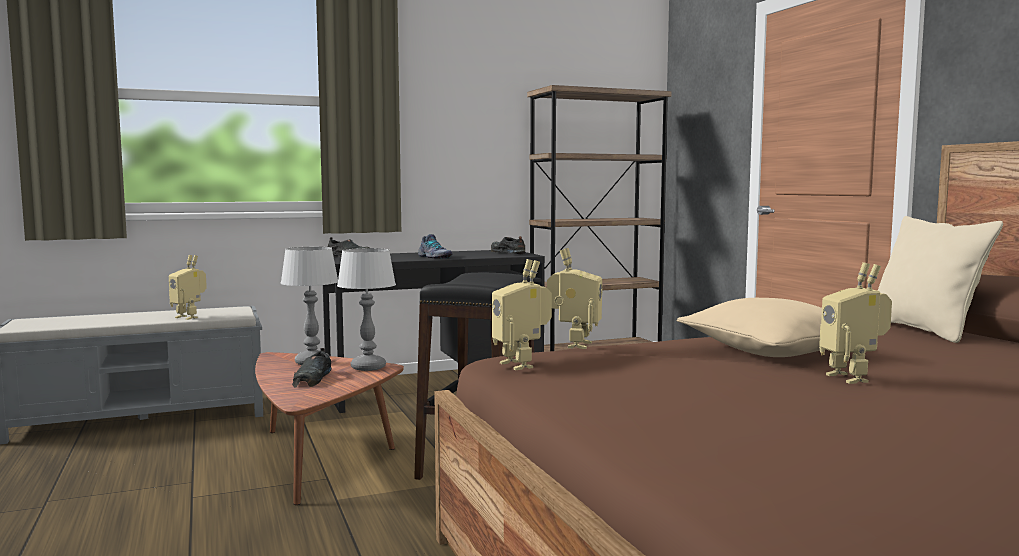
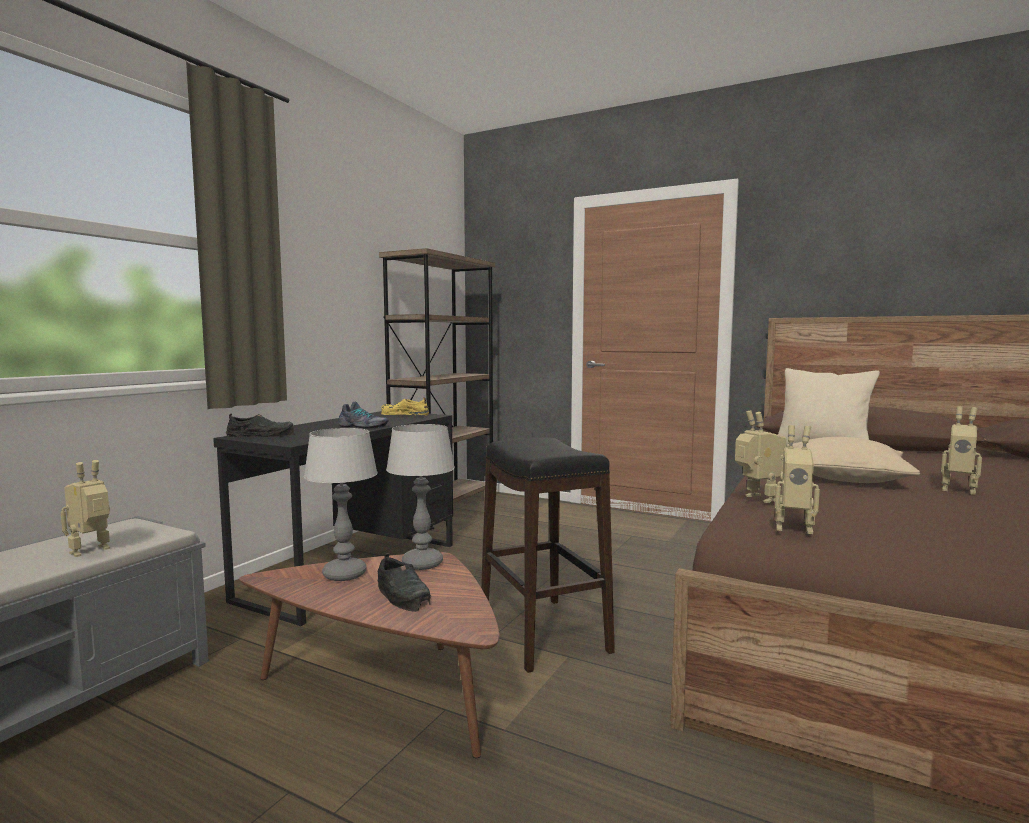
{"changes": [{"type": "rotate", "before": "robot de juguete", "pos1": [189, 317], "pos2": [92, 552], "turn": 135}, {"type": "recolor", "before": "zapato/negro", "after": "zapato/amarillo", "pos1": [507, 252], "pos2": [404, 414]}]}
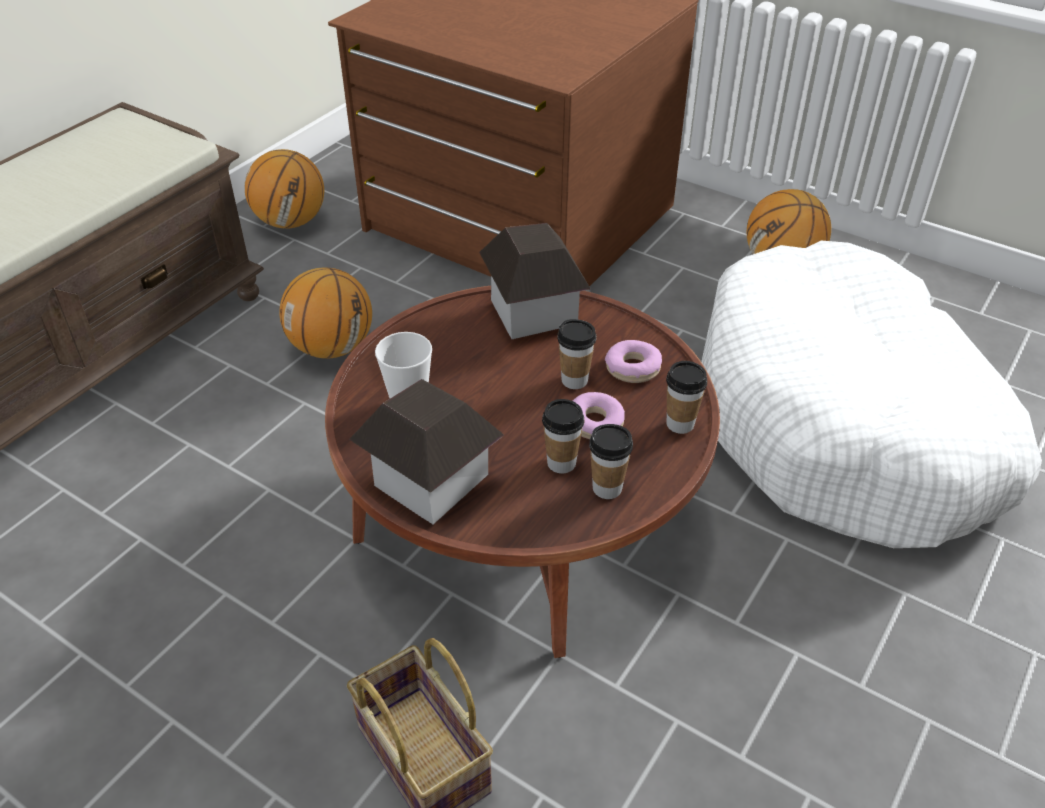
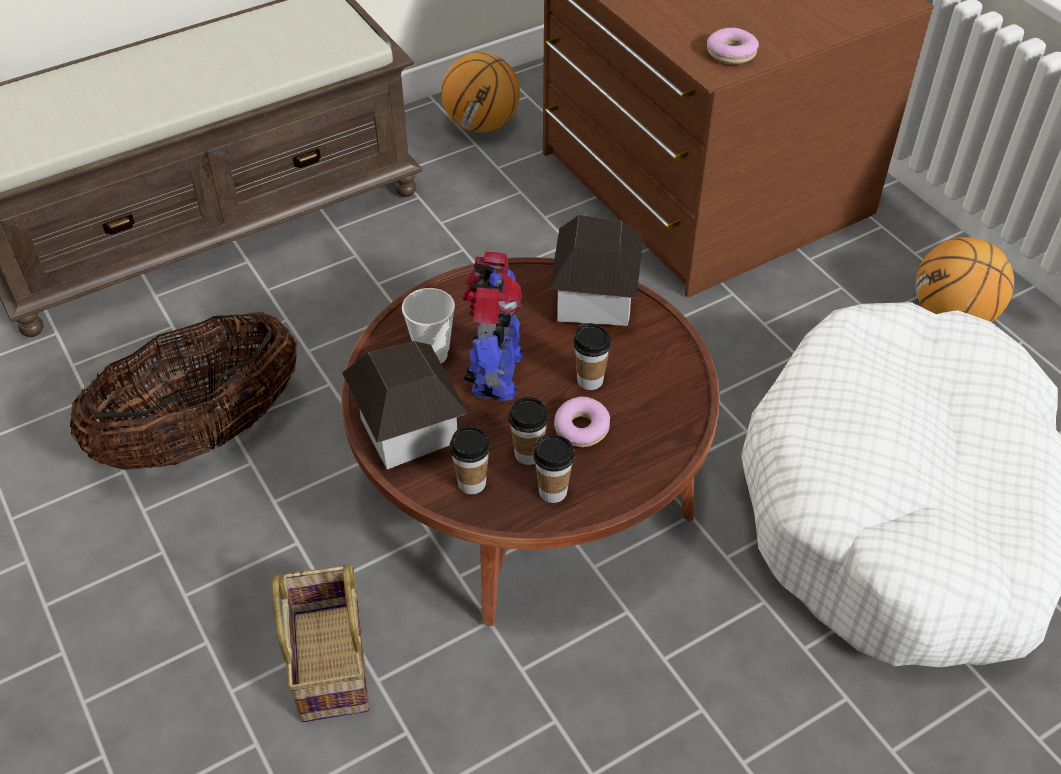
{"changes": [{"type": "delete", "before": "balón de baloncesto", "pos1": [332, 347]}, {"type": "move", "before": "rosquilla", "pos1": [632, 368], "pos2": [731, 53]}, {"type": "move", "before": "taza", "pos1": [680, 424], "pos2": [472, 483]}, {"type": "insert", "after": "cesta", "pos2": [203, 435]}, {"type": "insert", "after": "robot de juguete", "pos2": [494, 374]}]}
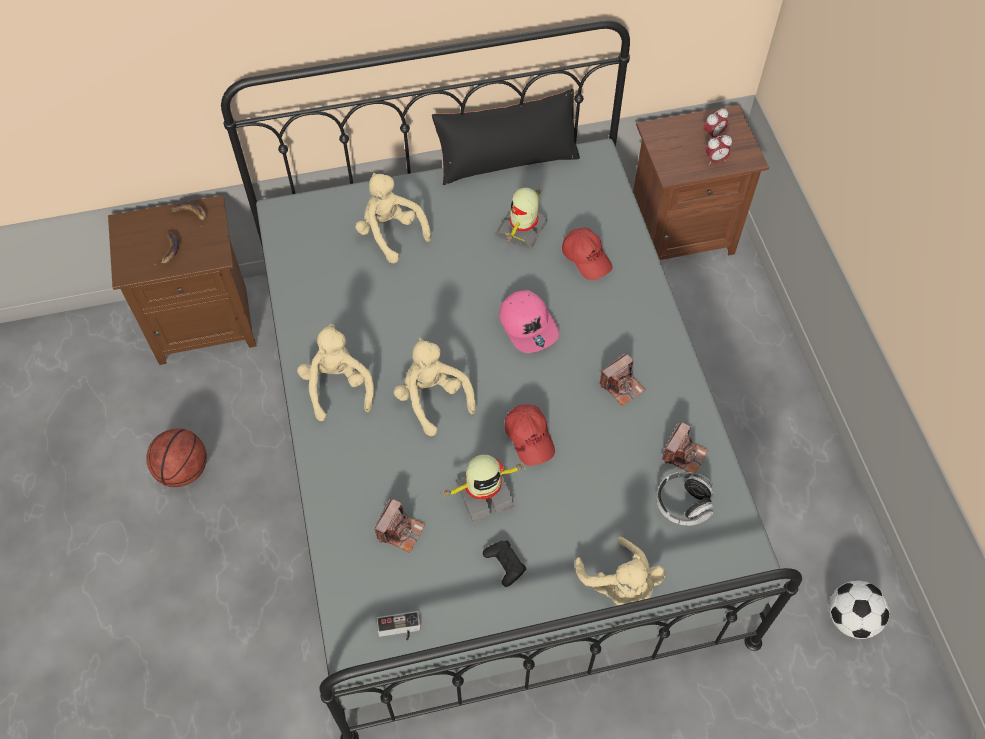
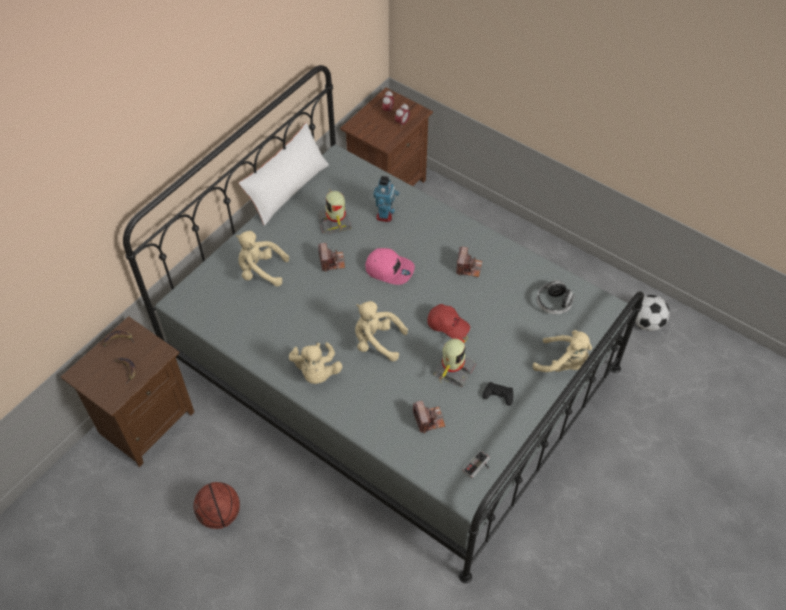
{"changes": [{"type": "rotate", "before": "peluche/beis", "pos1": [338, 386], "pos2": [316, 372], "turn": -135}, {"type": "recolor", "before": "cojín/negro", "after": "cojín/blanco", "pos1": [507, 159], "pos2": [287, 189]}, {"type": "replace", "before": "gorra/rojo", "after": "robot de juguete", "pos1": [587, 258], "pos2": [385, 215]}, {"type": "move", "before": "cámara", "pos1": [684, 454], "pos2": [331, 261]}]}
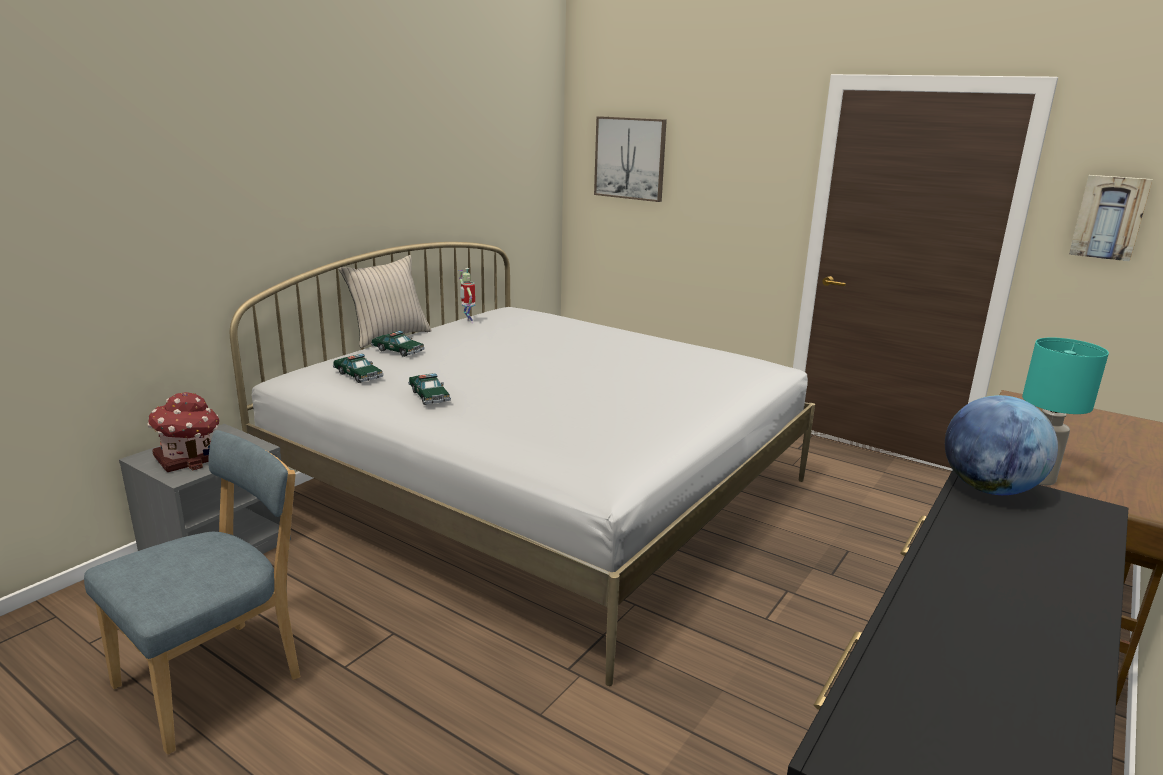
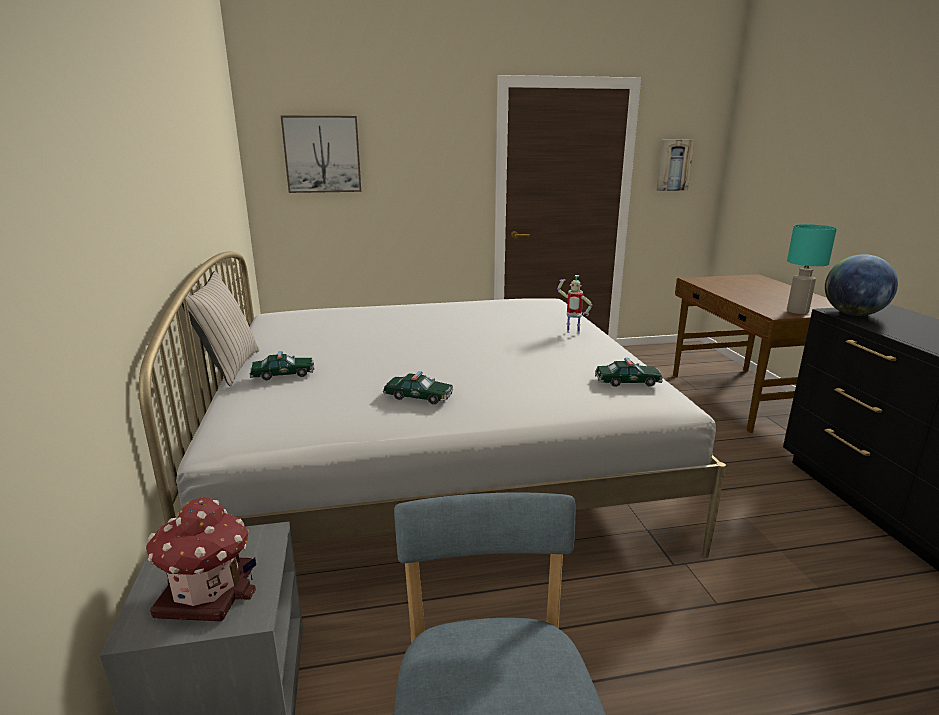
{"changes": [{"type": "move", "before": "coche de juguete", "pos1": [358, 375], "pos2": [627, 382]}, {"type": "move", "before": "robot de juguete", "pos1": [468, 321], "pos2": [572, 333]}]}
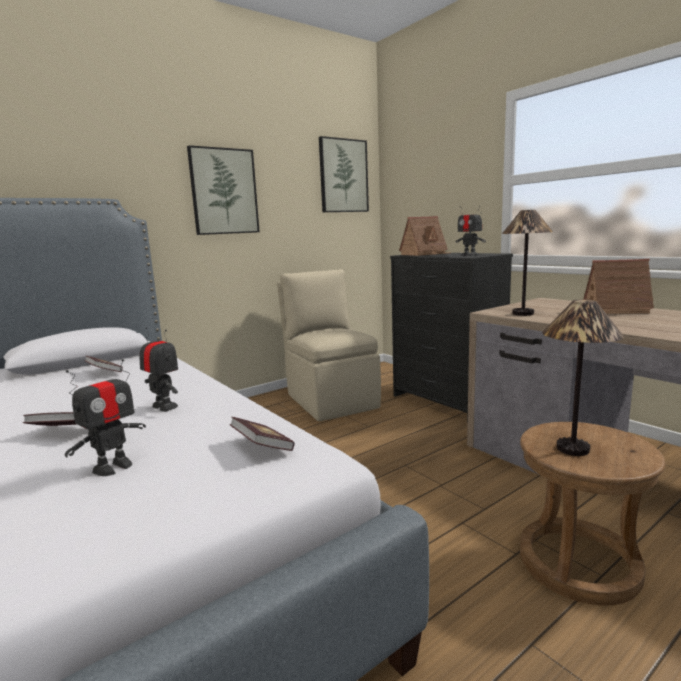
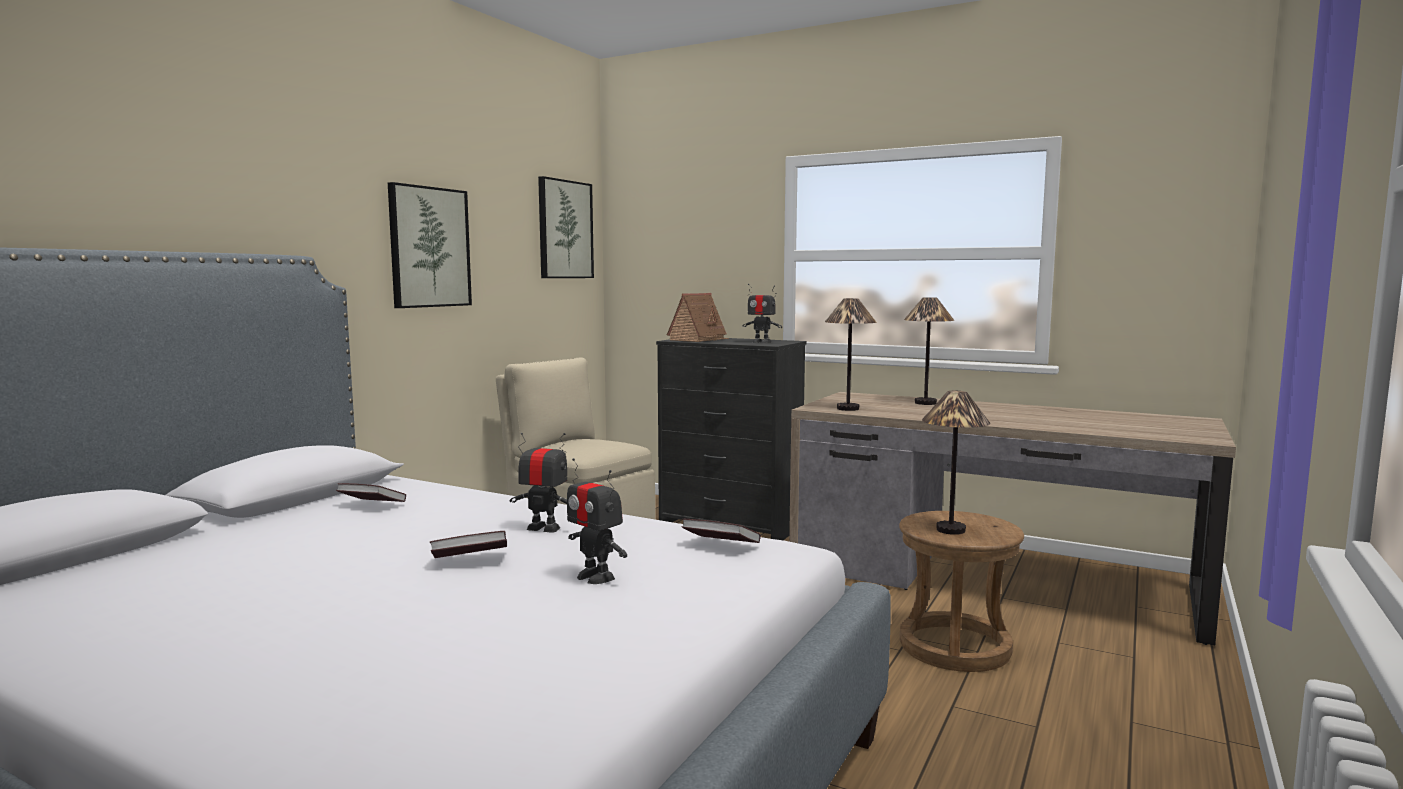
{"changes": [{"type": "rotate", "before": "robot de juguete", "pos1": [113, 467], "pos2": [595, 577], "turn": 120}, {"type": "replace", "before": "casita", "after": "lámpara de mesa", "pos1": [611, 310], "pos2": [926, 403]}]}
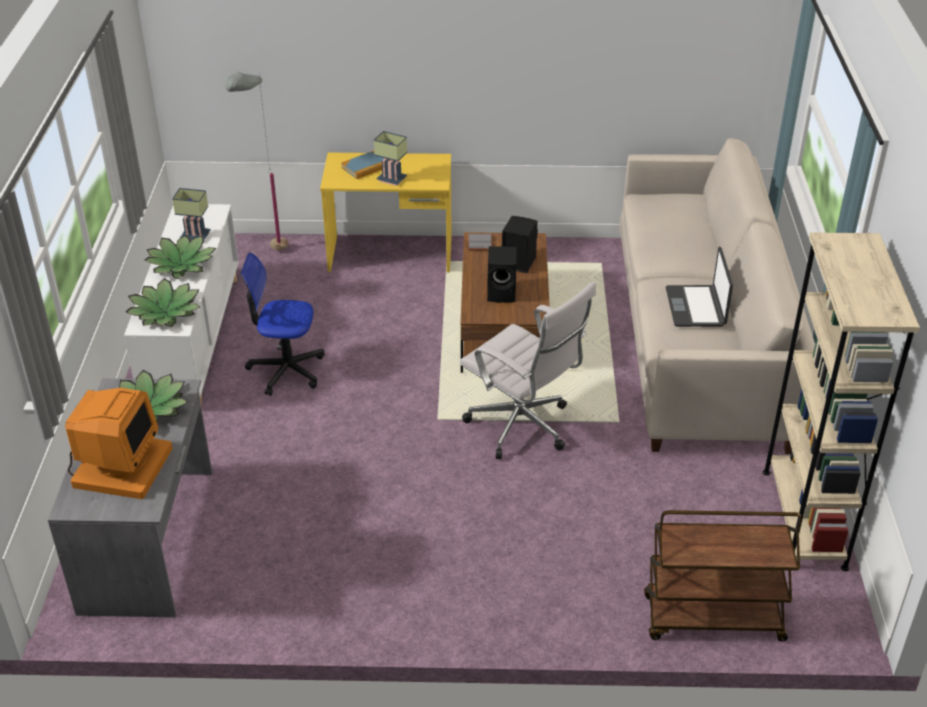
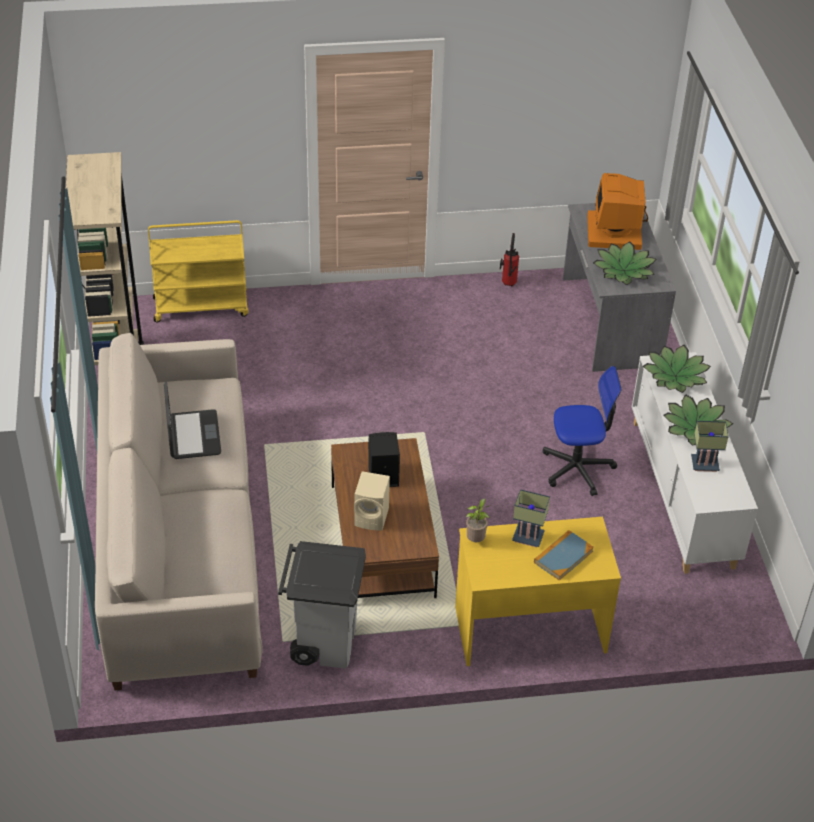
{"changes": [{"type": "delete", "before": "lámpara de pie/gris", "pos1": [269, 256]}, {"type": "delete", "before": "silla de oficina/blanco", "pos1": [523, 428]}, {"type": "delete", "before": "libro/gris", "pos1": [481, 243]}, {"type": "recolor", "before": "altavoz/negro", "after": "altavoz/beis", "pos1": [517, 262], "pos2": [373, 517]}, {"type": "recolor", "before": "carrito/marrón", "after": "carrito/amarillo", "pos1": [712, 619], "pos2": [201, 306]}, {"type": "insert", "after": "papelera/gris", "pos2": [324, 641]}, {"type": "insert", "after": "planta en maceta", "pos2": [476, 540]}, {"type": "insert", "after": "extintor", "pos2": [507, 284]}]}
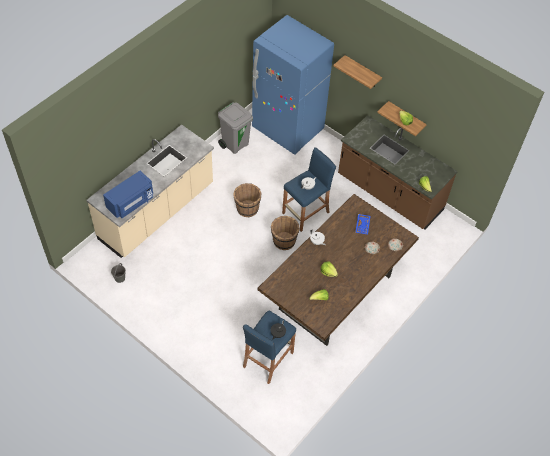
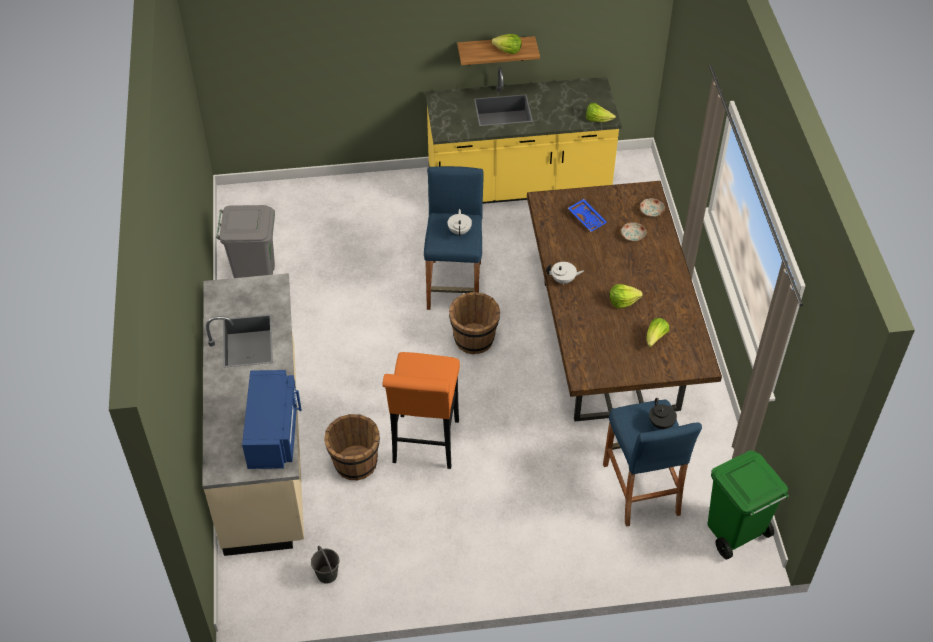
{"changes": [{"type": "move", "before": "cubo/marrón", "pos1": [247, 208], "pos2": [355, 463]}, {"type": "delete", "before": "nevera/azul", "pos1": [288, 129]}, {"type": "delete", "before": "estante", "pos1": [362, 72]}, {"type": "recolor", "before": "mueble bajo de cocina/marrón", "after": "mueble bajo de cocina/amarillo", "pos1": [389, 193], "pos2": [519, 185]}, {"type": "insert", "after": "taburete/naranja", "pos2": [424, 446]}, {"type": "insert", "after": "papelera/verde", "pos2": [734, 533]}]}
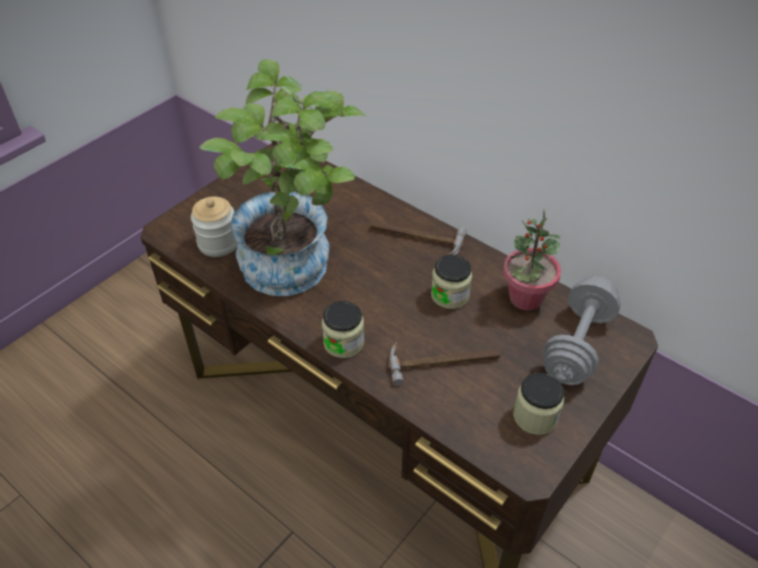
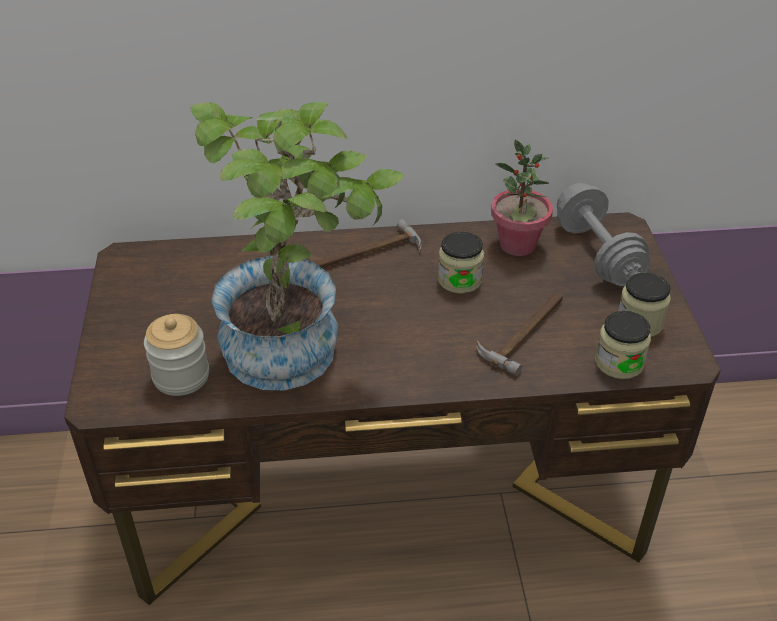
{"changes": [{"type": "move", "before": "tarro", "pos1": [343, 343], "pos2": [619, 363]}]}
